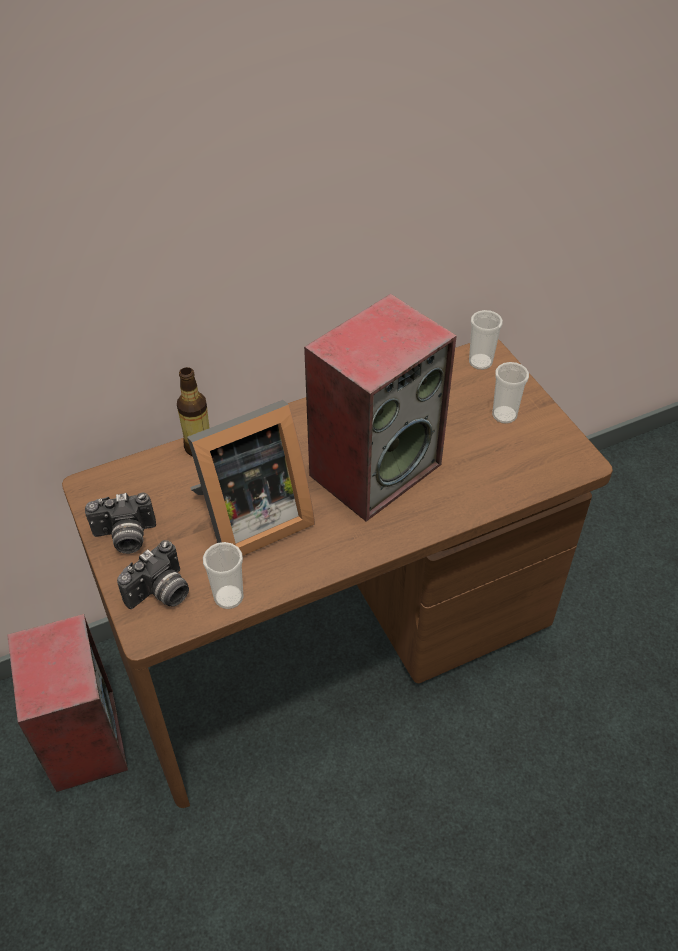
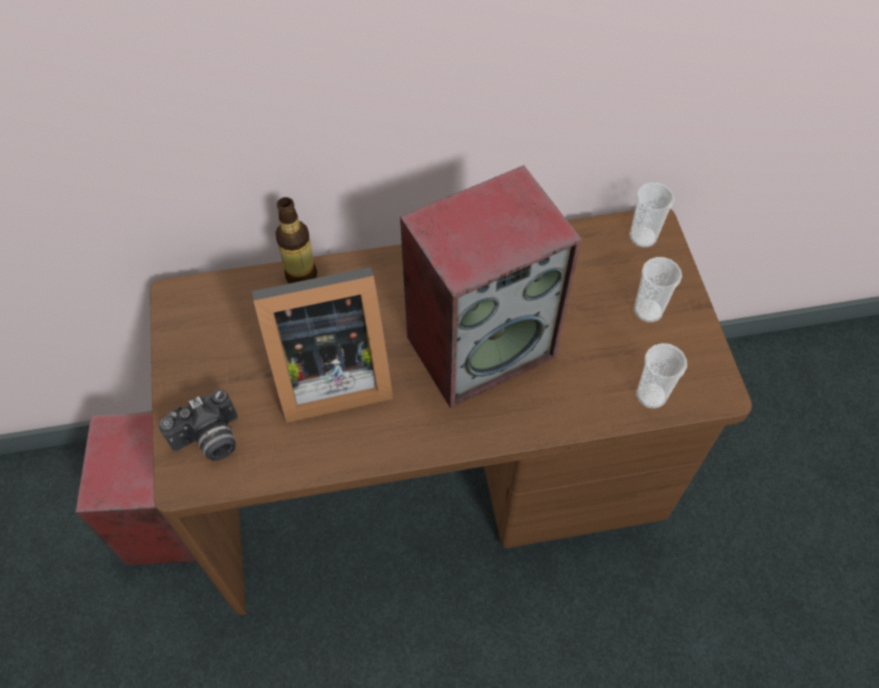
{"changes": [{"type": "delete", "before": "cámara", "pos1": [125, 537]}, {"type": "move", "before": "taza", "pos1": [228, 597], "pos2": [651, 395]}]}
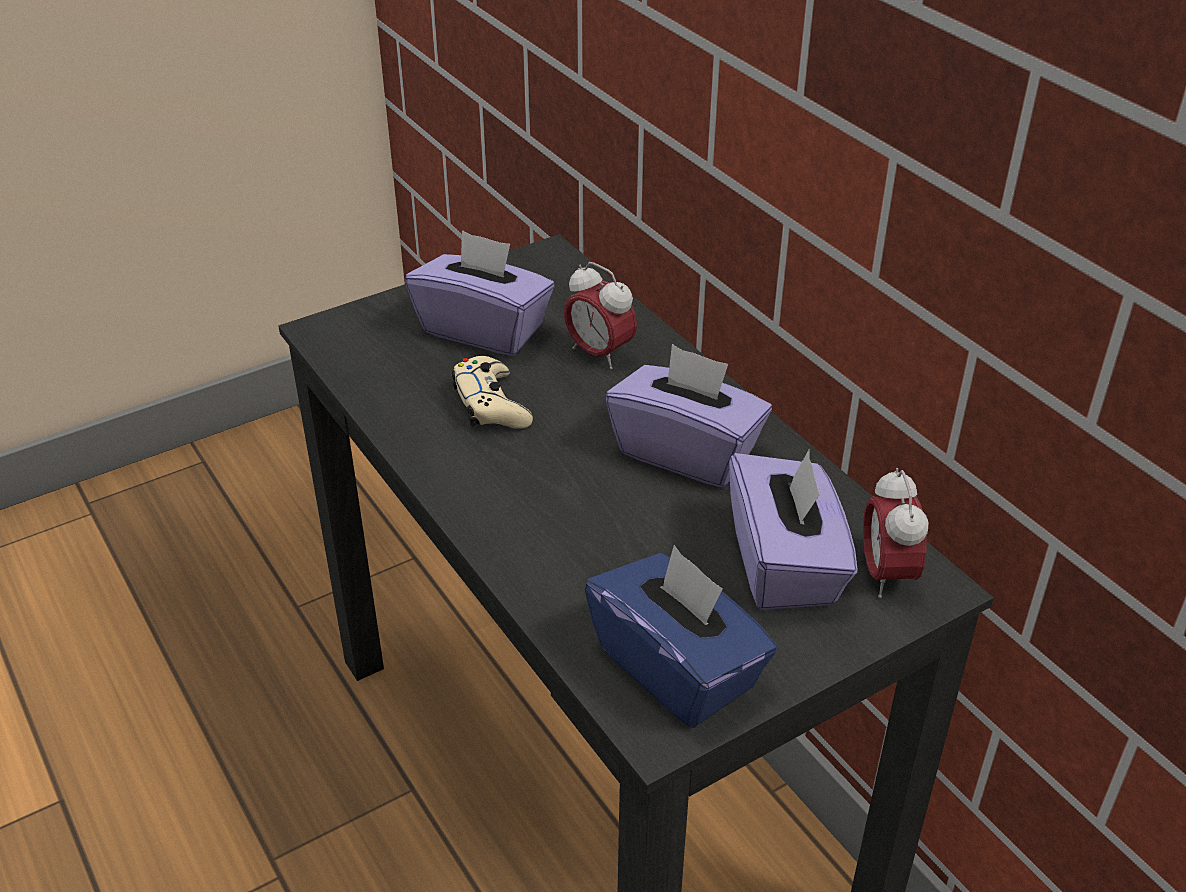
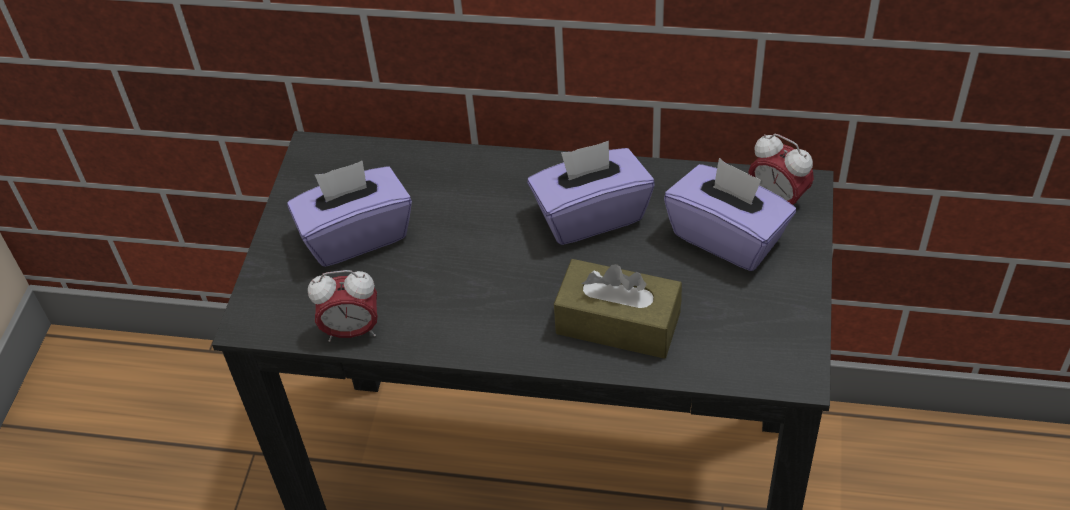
{"changes": [{"type": "delete", "before": "mando de consola/beis", "pos1": [491, 405]}, {"type": "move", "before": "despertador", "pos1": [599, 354], "pos2": [352, 330]}, {"type": "delete", "before": "caja de pañuelos/azul", "pos1": [677, 668]}, {"type": "insert", "after": "caja de pañuelos/marrón", "pos2": [618, 323]}]}
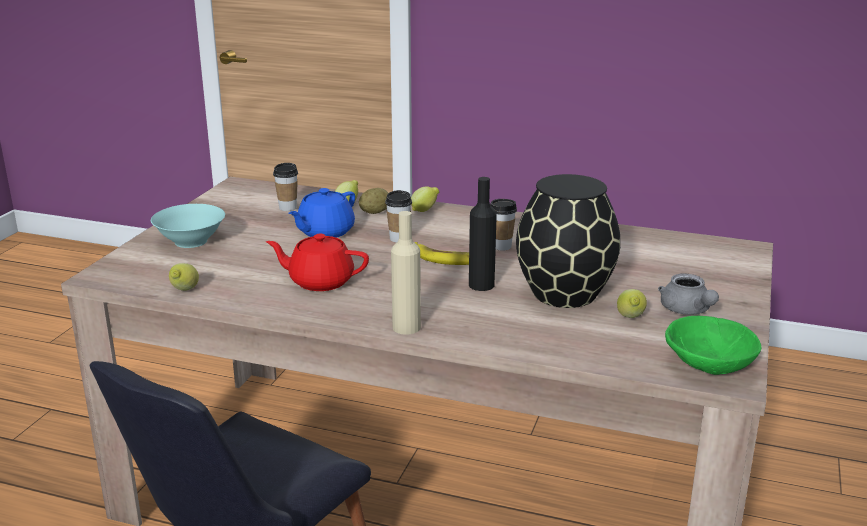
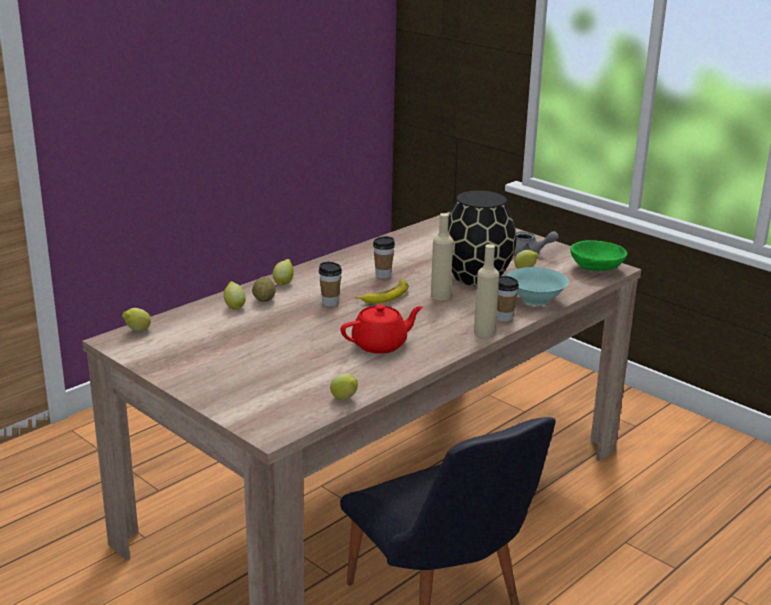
{"changes": [{"type": "move", "before": "cuenco/turquesa", "pos1": [191, 241], "pos2": [535, 299]}, {"type": "rotate", "before": "tetera/rojo", "pos1": [320, 281], "pos2": [380, 345], "turn": -150}, {"type": "move", "before": "taza", "pos1": [288, 208], "pos2": [504, 318]}, {"type": "delete", "before": "tetera/azul", "pos1": [324, 232]}, {"type": "recolor", "before": "botella/negro", "after": "botella/beis", "pos1": [481, 285], "pos2": [440, 296]}, {"type": "insert", "after": "limón", "pos2": [137, 331]}]}
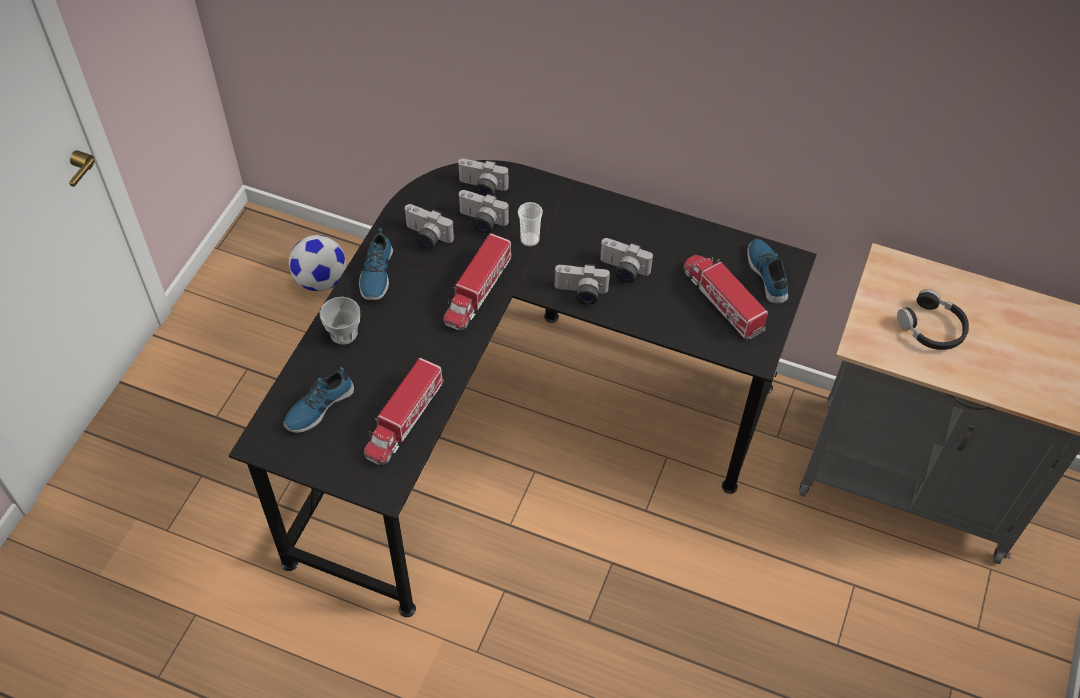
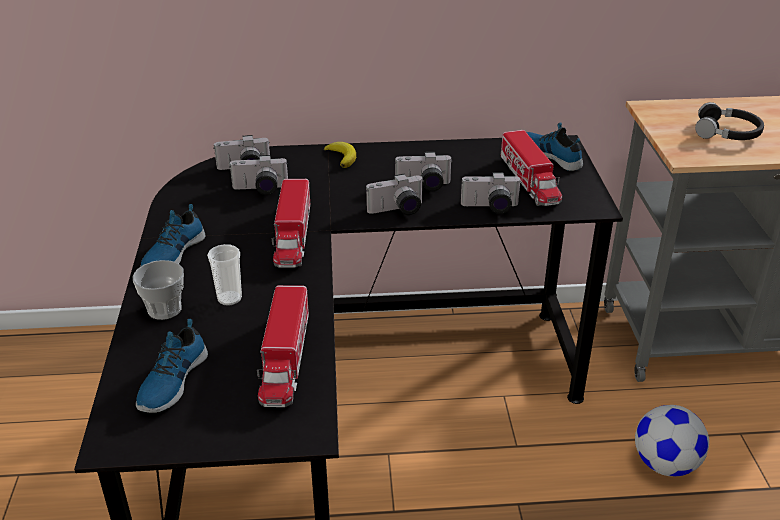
{"changes": [{"type": "move", "before": "balón de fútbol", "pos1": [320, 280], "pos2": [664, 464]}, {"type": "rotate", "before": "zapato", "pos1": [376, 273], "pos2": [172, 253], "turn": 45}, {"type": "move", "before": "cámara", "pos1": [426, 237], "pos2": [490, 208]}, {"type": "move", "before": "taza", "pos1": [529, 239], "pos2": [229, 298]}, {"type": "rotate", "before": "camión de juguete", "pos1": [722, 300], "pos2": [529, 181], "turn": -135}, {"type": "insert", "after": "plátano", "pos2": [342, 157]}]}
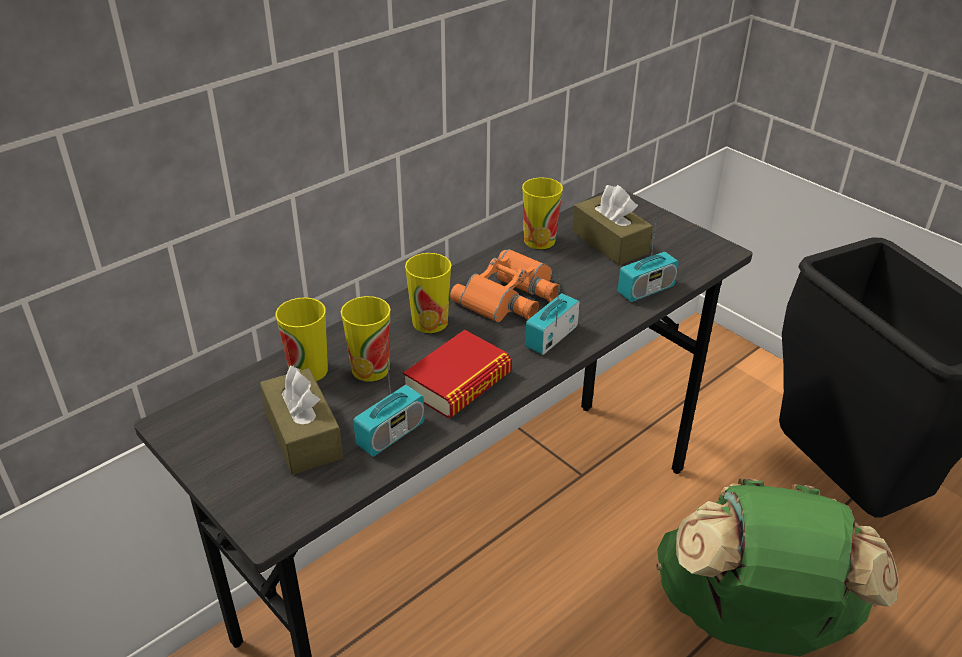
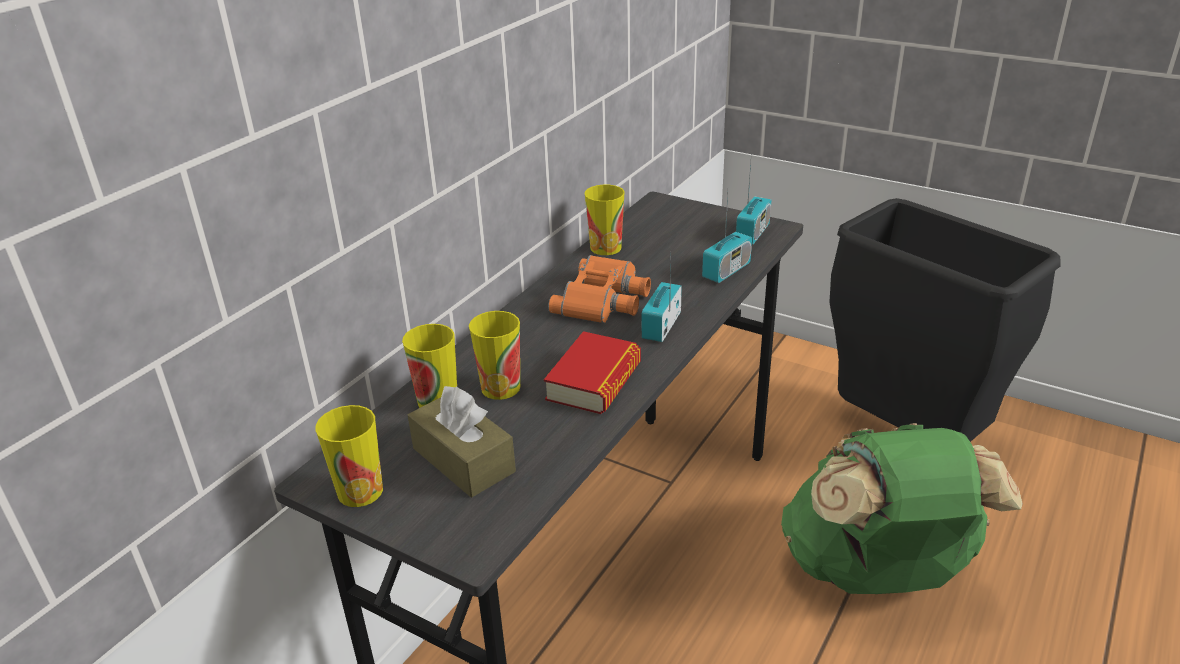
{"changes": [{"type": "move", "before": "radio", "pos1": [391, 434], "pos2": [752, 233]}, {"type": "move", "before": "taza", "pos1": [430, 322], "pos2": [360, 491]}, {"type": "delete", "before": "caja de pañuelos/marrón", "pos1": [609, 242]}]}
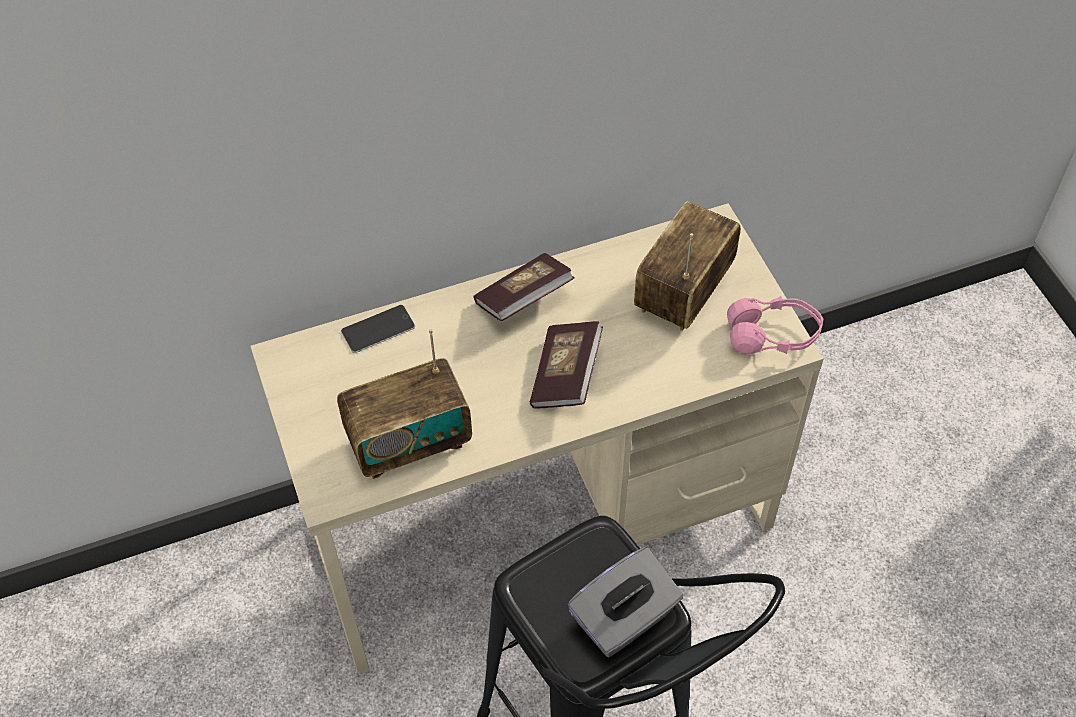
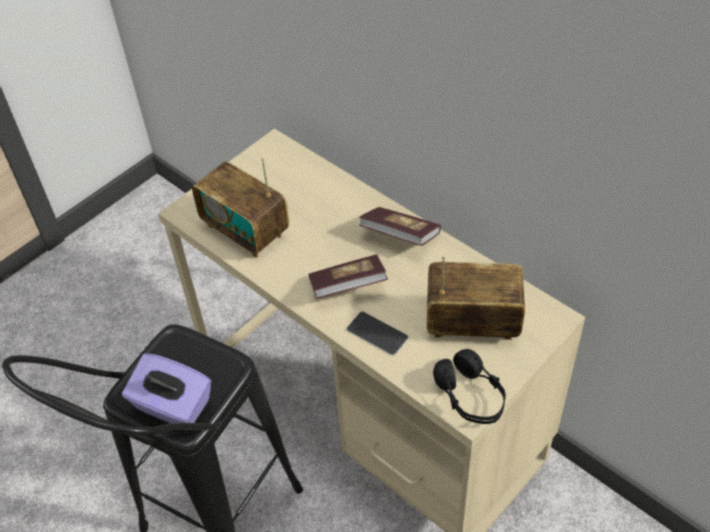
{"changes": [{"type": "move", "before": "móvil", "pos1": [378, 329], "pos2": [377, 333]}, {"type": "recolor", "before": "caja de pañuelos/gris", "after": "caja de pañuelos/morado", "pos1": [624, 619], "pos2": [172, 406]}, {"type": "recolor", "before": "auriculares/rosa", "after": "auriculares/negro", "pos1": [772, 335], "pos2": [470, 396]}]}
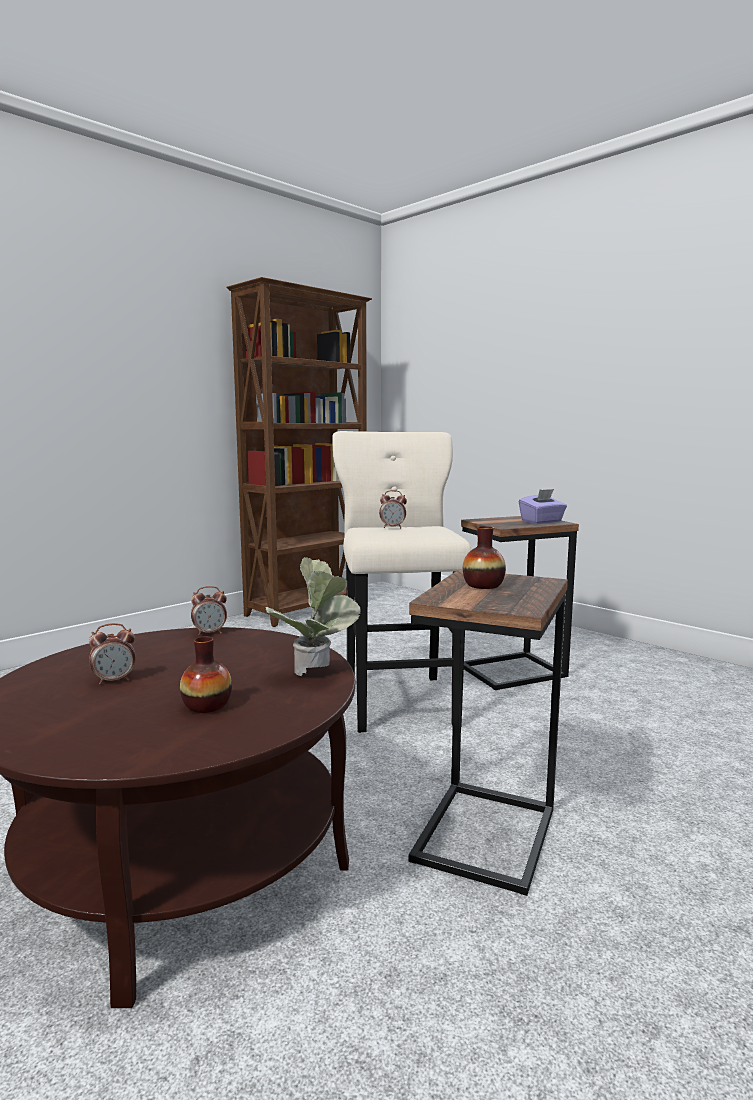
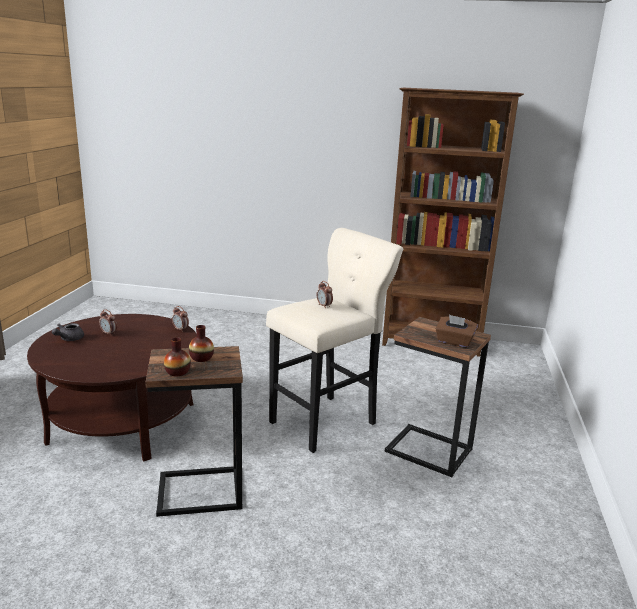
{"changes": [{"type": "move", "before": "florero", "pos1": [207, 705], "pos2": [177, 372]}, {"type": "delete", "before": "planta en maceta", "pos1": [317, 675]}, {"type": "recolor", "before": "caja de pañuelos/morado", "after": "caja de pañuelos/marrón", "pos1": [542, 521], "pos2": [454, 342]}, {"type": "insert", "after": "tetera/gris", "pos2": [69, 339]}]}
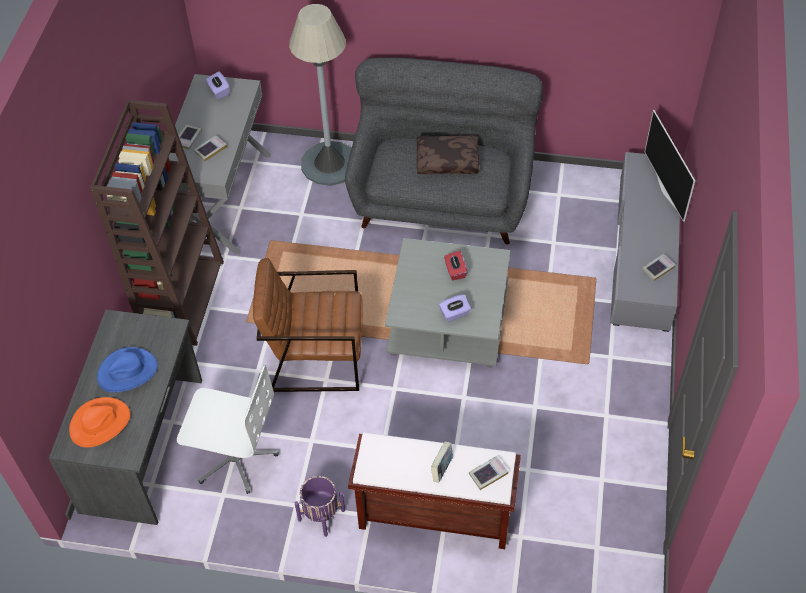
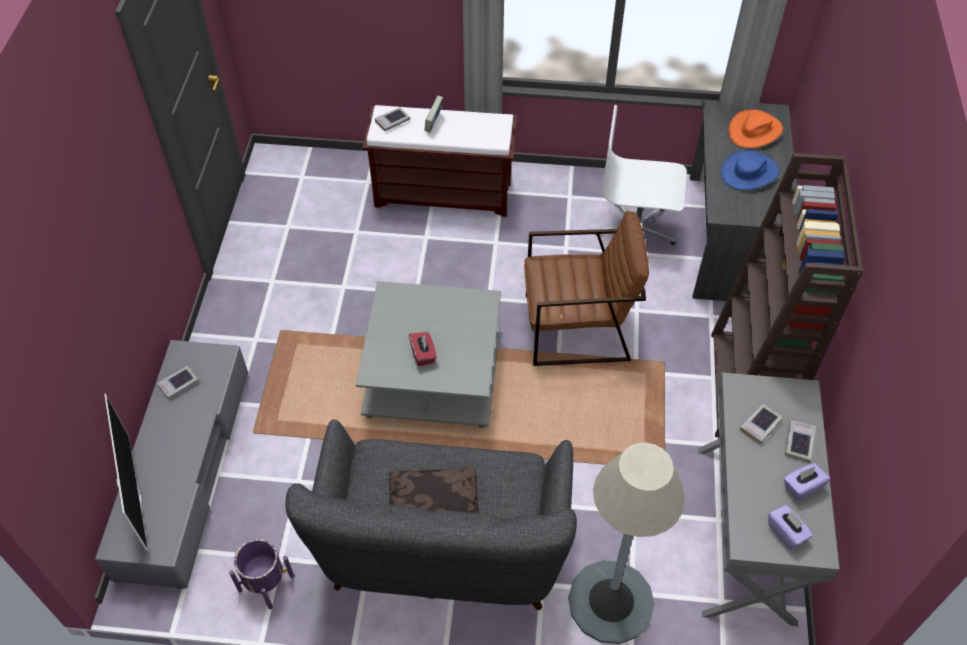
{"changes": [{"type": "move", "before": "maceta/morado", "pos1": [321, 514], "pos2": [266, 583]}, {"type": "move", "before": "caja de pañuelos/morado", "pos1": [454, 314], "pos2": [802, 486]}]}
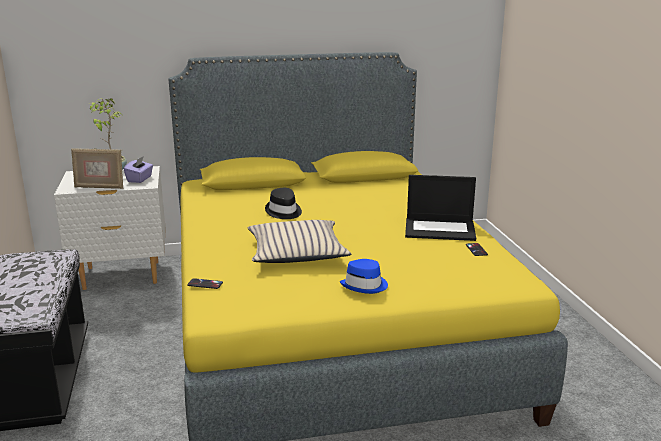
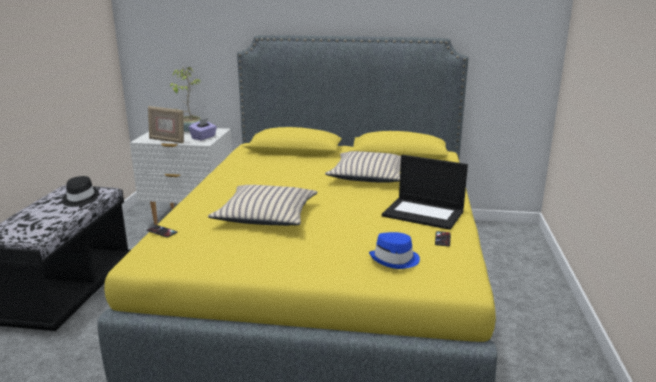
{"changes": [{"type": "move", "before": "sombrero/negro", "pos1": [283, 212], "pos2": [79, 199]}, {"type": "move", "before": "sombrero/azul", "pos1": [365, 285], "pos2": [395, 260]}, {"type": "insert", "after": "cojín/beis", "pos2": [368, 176]}]}
